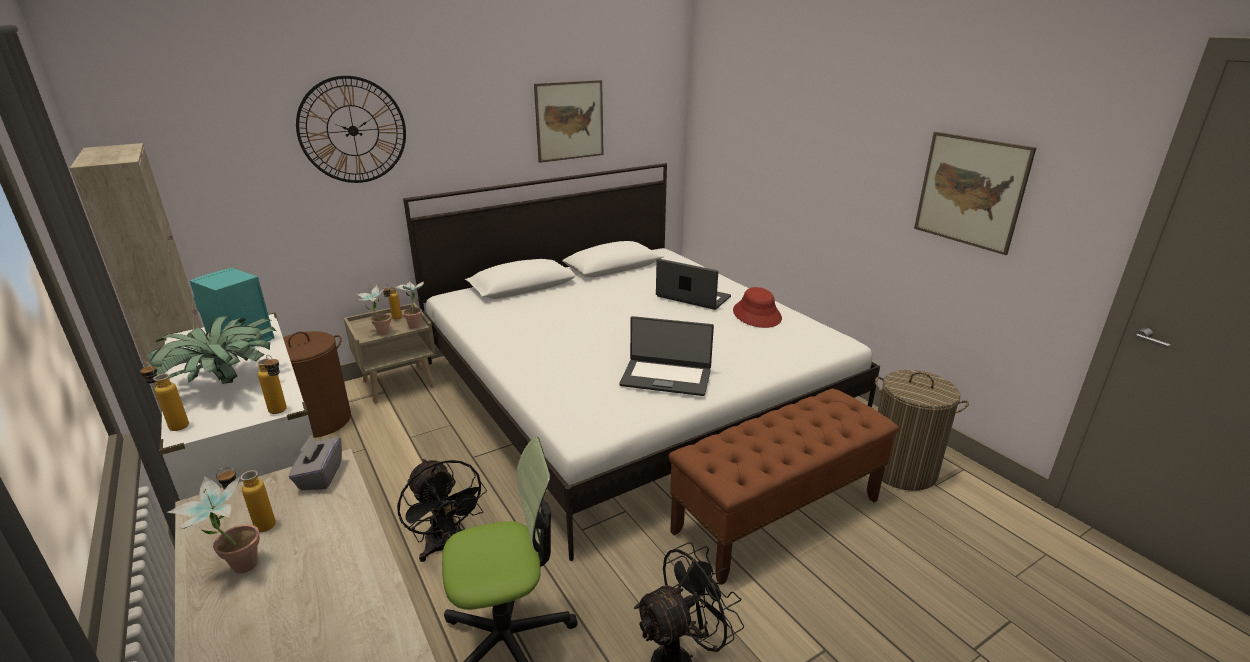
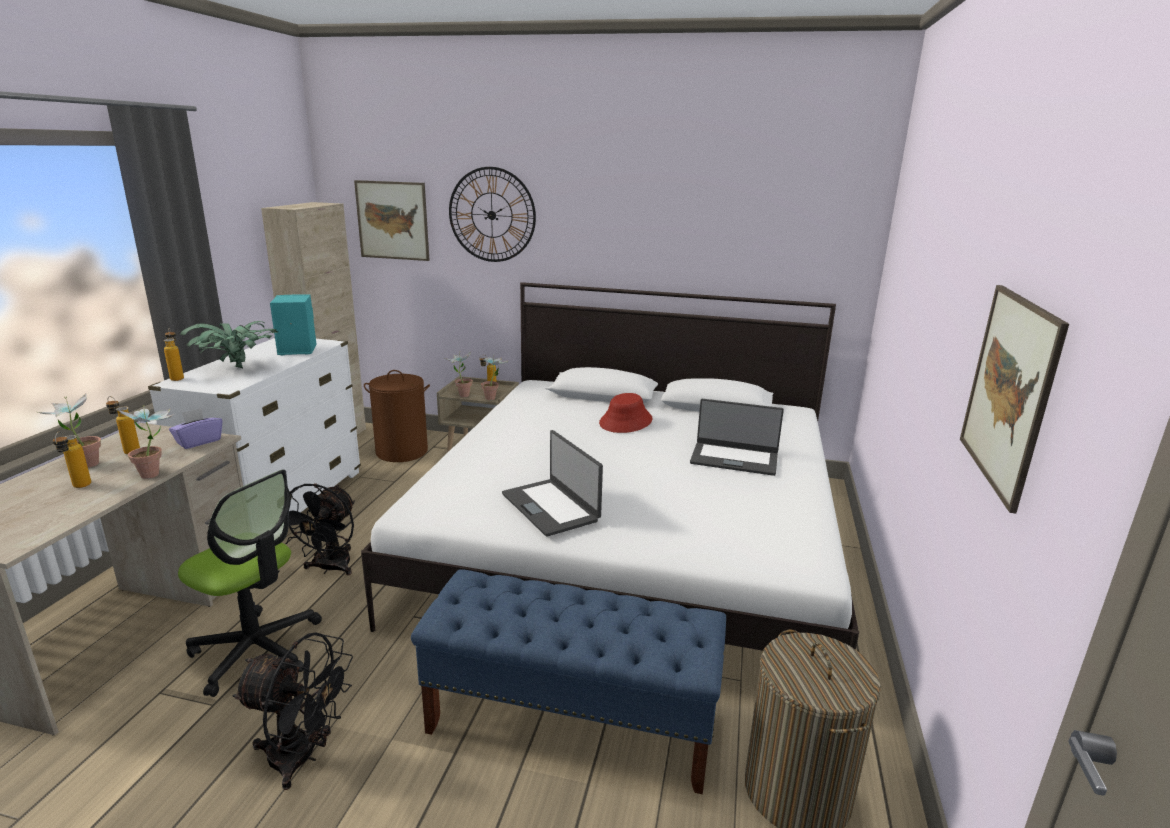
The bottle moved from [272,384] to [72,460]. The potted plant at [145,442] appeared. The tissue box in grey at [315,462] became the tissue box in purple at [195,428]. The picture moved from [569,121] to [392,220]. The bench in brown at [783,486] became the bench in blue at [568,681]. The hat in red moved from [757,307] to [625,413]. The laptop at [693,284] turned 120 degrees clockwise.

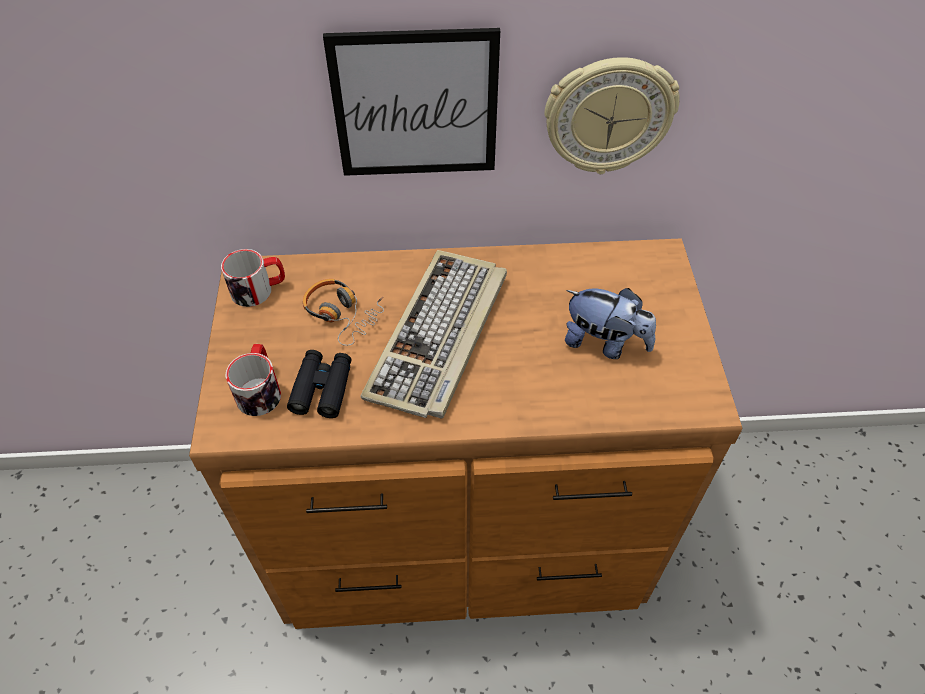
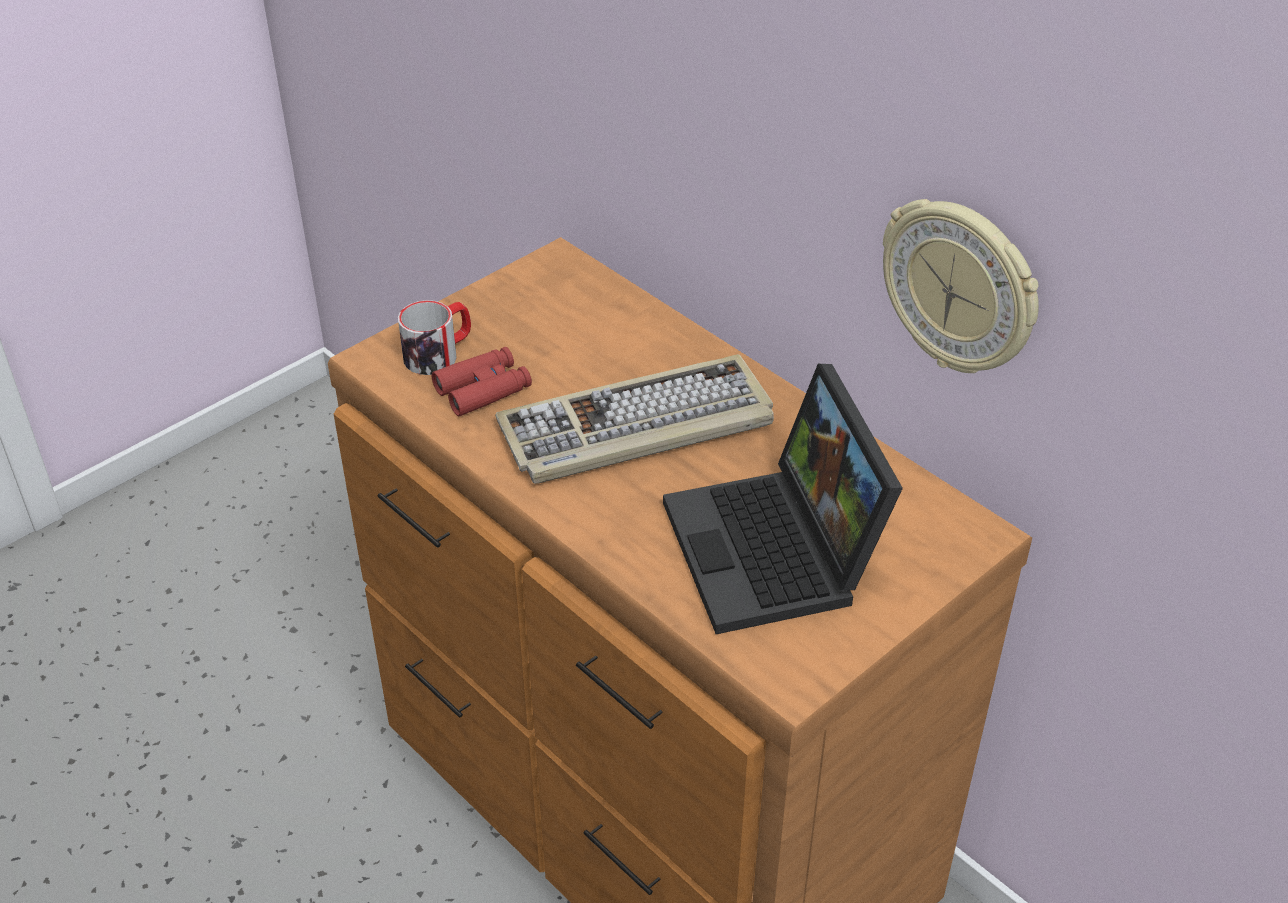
The binoculars in black at [319,384] became the binoculars in red at [482,381]. The plush toy at [610,323] was replaced by the laptop at [783,499]. The mug at [253,278] disappeared. The headphones at [343,312] disappeared. The picture at [411,102] disappeared.

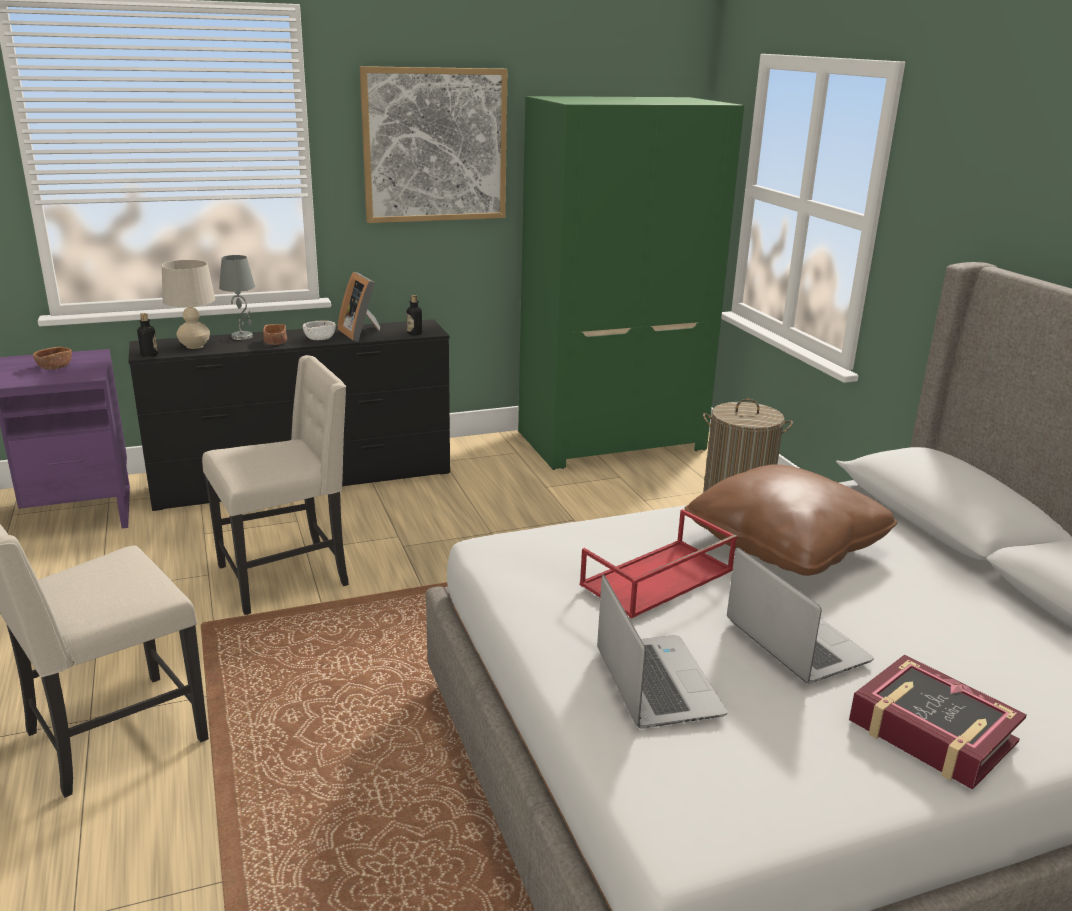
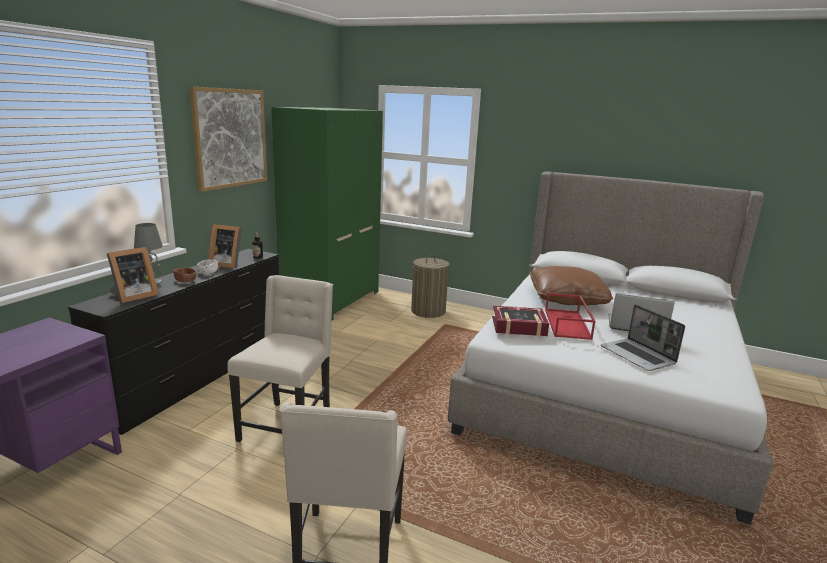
The table lamp in beige at [188,304] was replaced by the picture frame at [133,275]. The book moved from [938,722] to [520,321]. The laptop at [662,651] turned 150 degrees counterclockwise. The bowl in brown at [52,358] disappeared. The bottle at [147,335] disappeared.

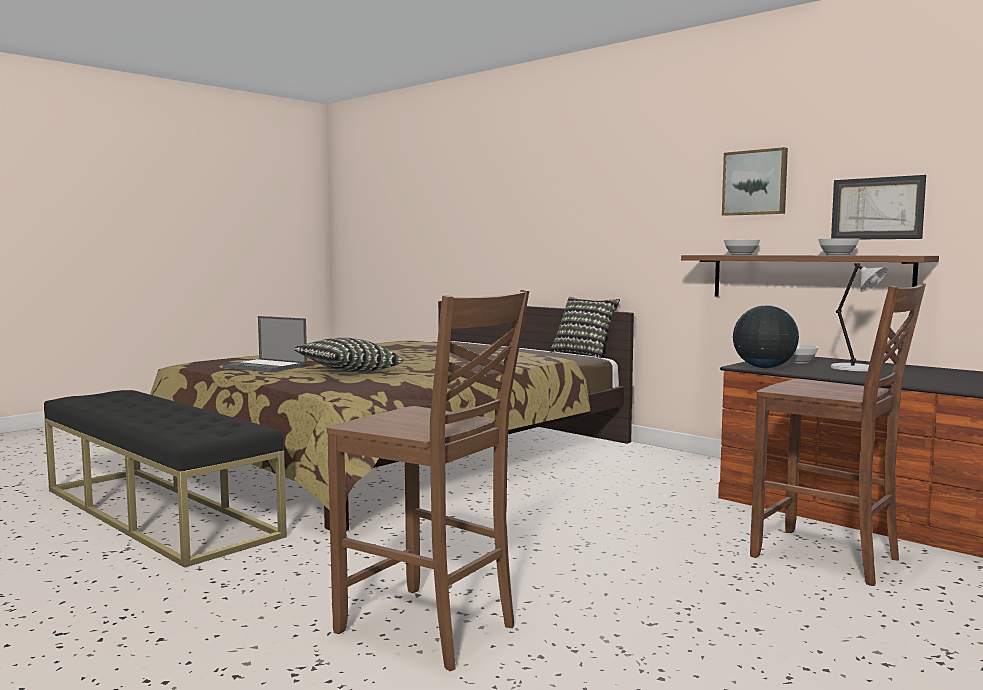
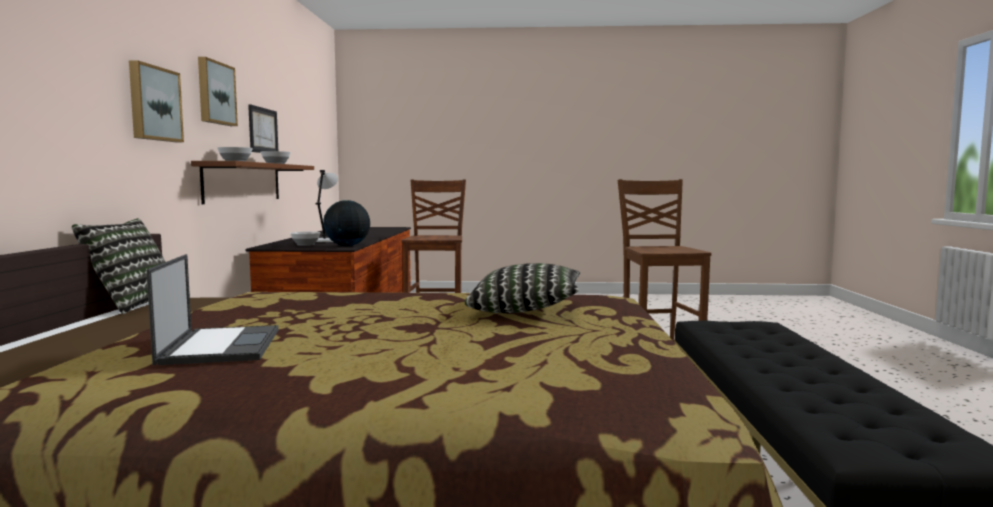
The picture at [156,101] appeared. The laptop moved from [265,344] to [212,309].

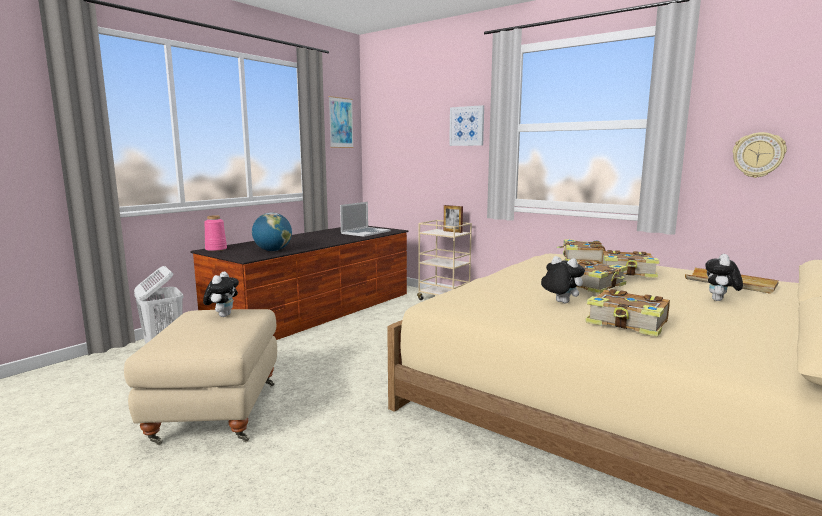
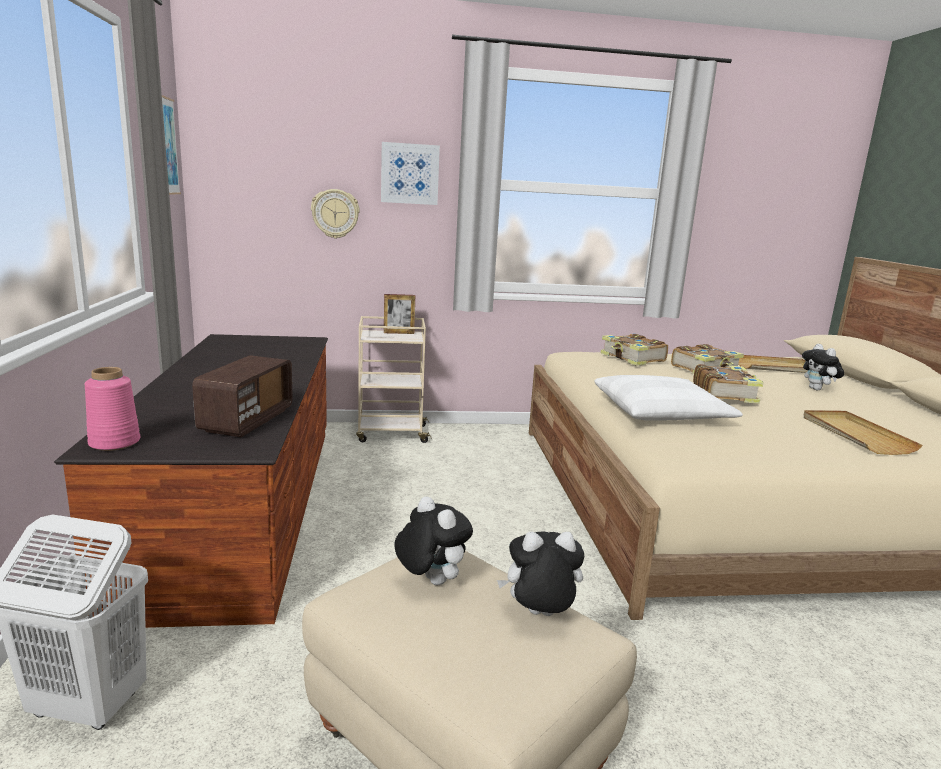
The globe at [272,232] was replaced by the radio at [242,396]. The wall clock moved from [760,155] to [335,214]. The plush toy moved from [563,279] to [540,573]. The pillow in white at [668,398] appeared. The book at [627,313] was replaced by the tray in beige at [863,432]. The laptop at [365,219] disappeared.

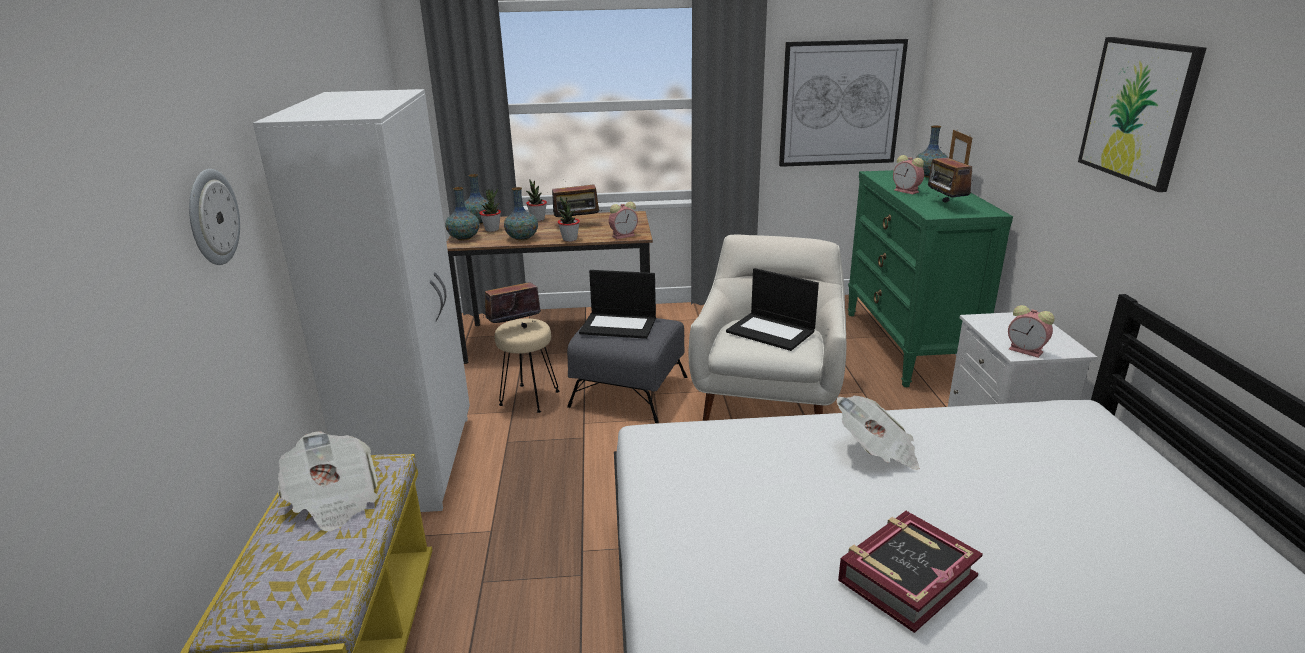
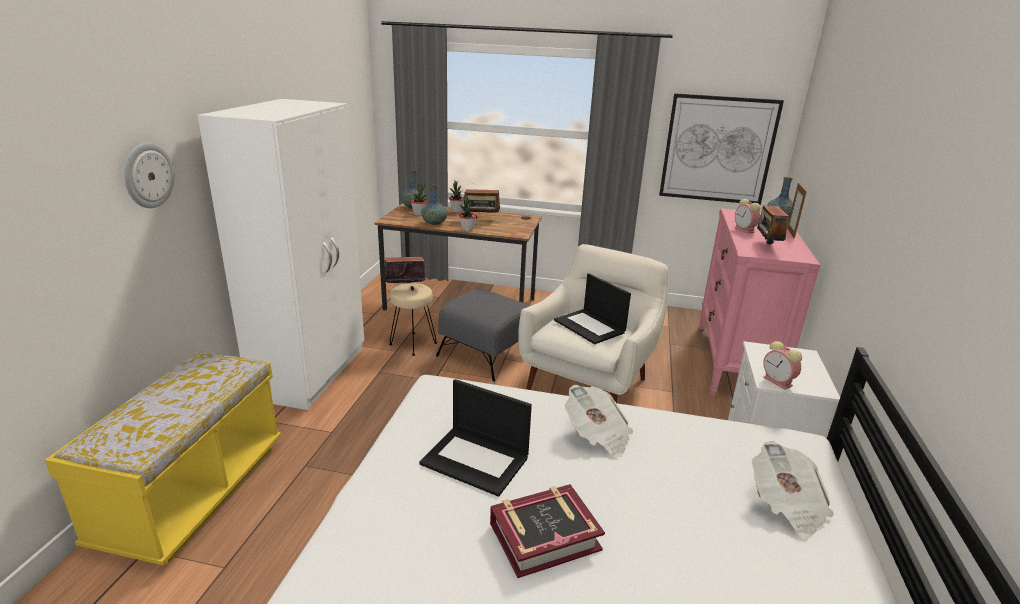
The laptop moved from [617,304] to [475,438]. The dresser in green at [930,278] became the dresser in pink at [760,302]. The newspaper moved from [327,481] to [793,489]. The vase at [462,213] disappeared. The alarm clock at [623,220] disappeared. The picture at [1142,114] disappeared.

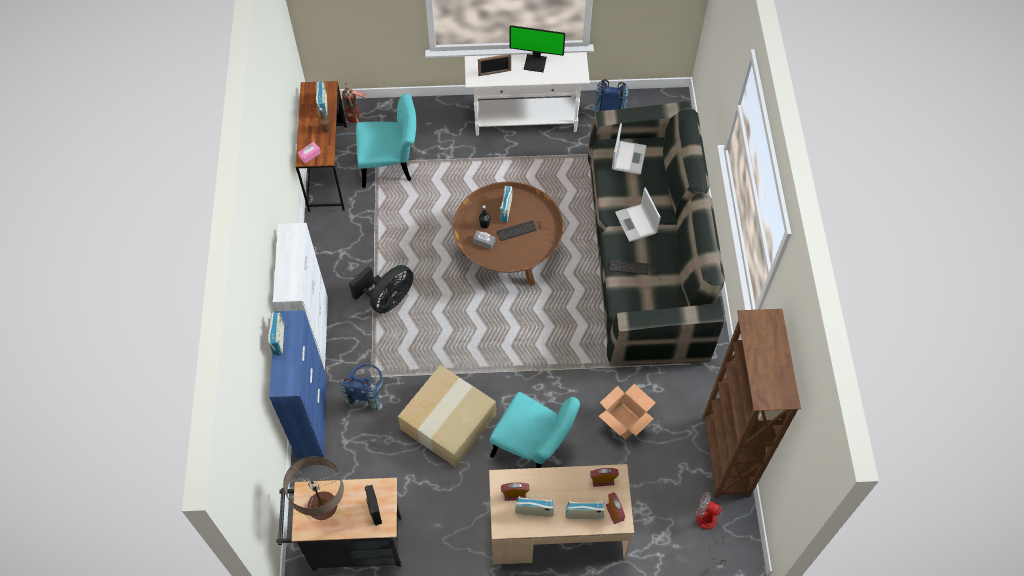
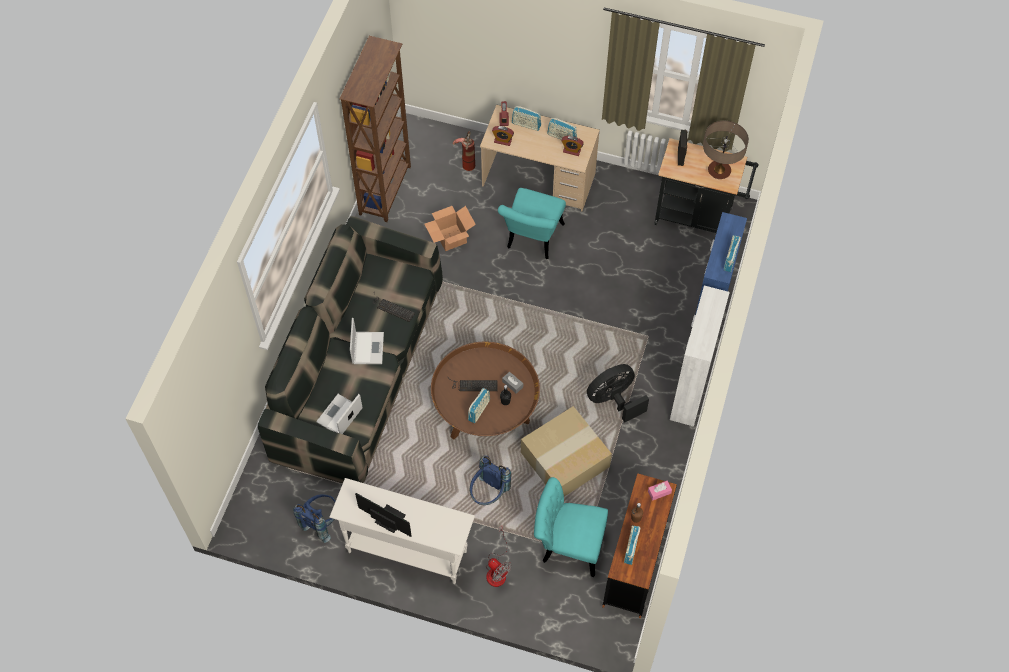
The fire extinguisher moved from [354,103] to [464,151]. The backpack in blue moved from [361,388] to [490,480]. The fan moved from [712,528] to [499,556]. The chair in turquoise at [535,430] turned 120 degrees counterclockwise. The cardboard box moved from [447,416] to [566,451]. The picture frame at [494,65] disappeared.

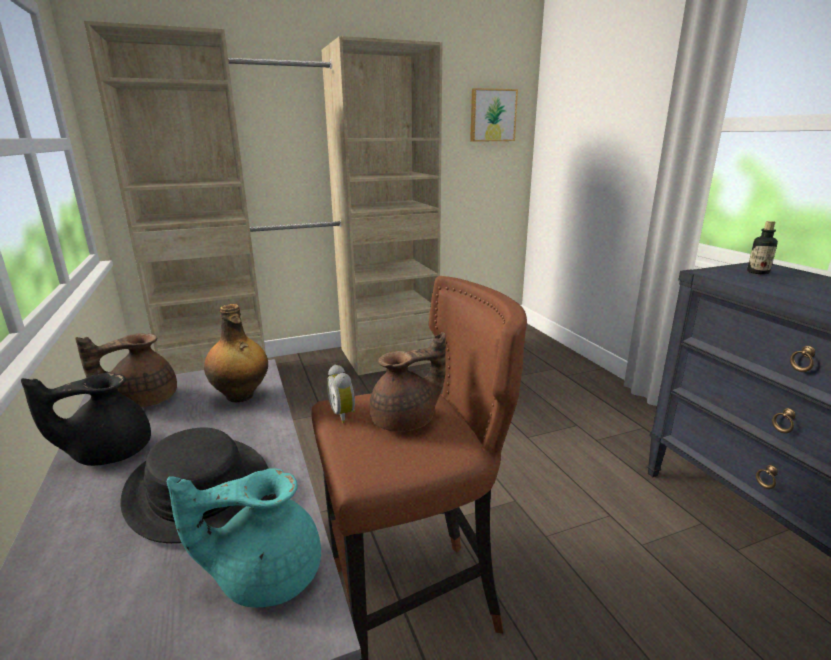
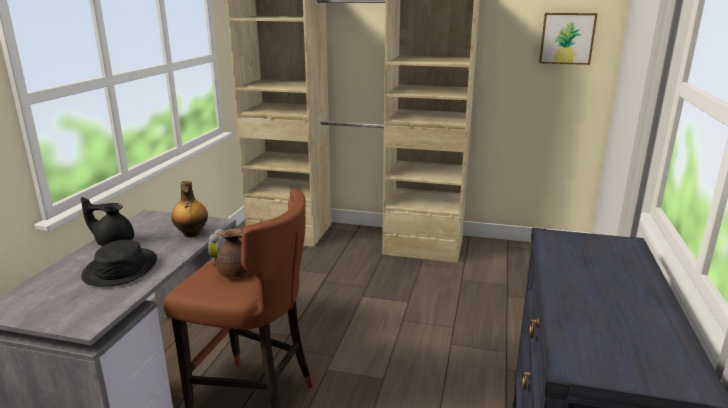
The teapot in brown at [126,370] disappeared. The teapot in turquoise at [244,538] disappeared. The bottle at [762,247] disappeared.

